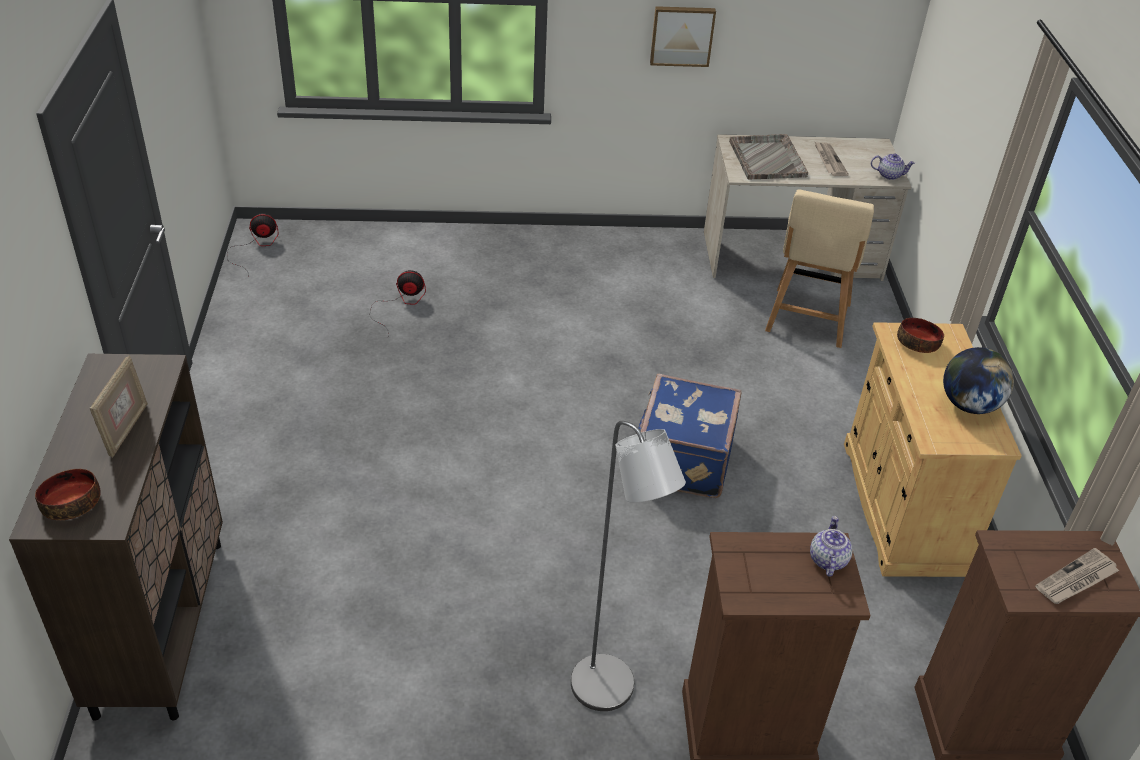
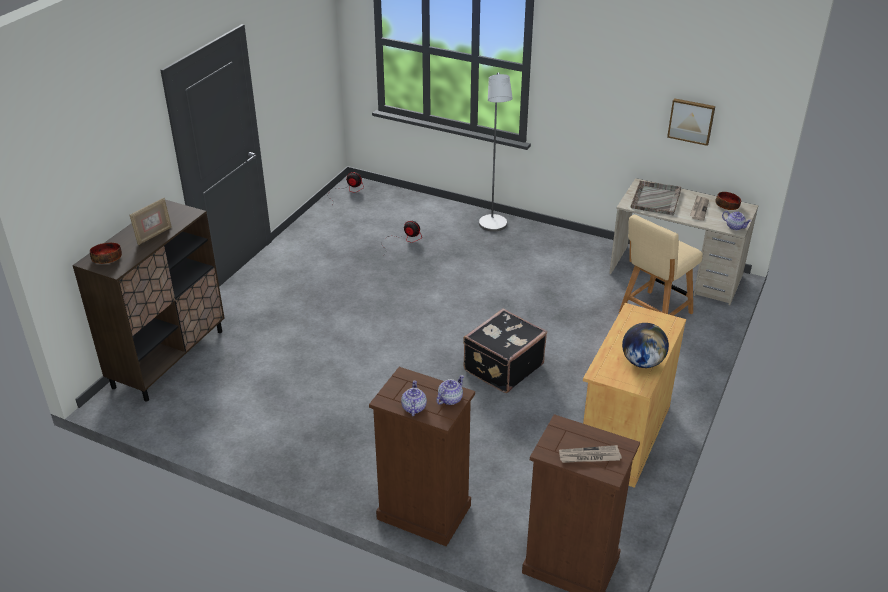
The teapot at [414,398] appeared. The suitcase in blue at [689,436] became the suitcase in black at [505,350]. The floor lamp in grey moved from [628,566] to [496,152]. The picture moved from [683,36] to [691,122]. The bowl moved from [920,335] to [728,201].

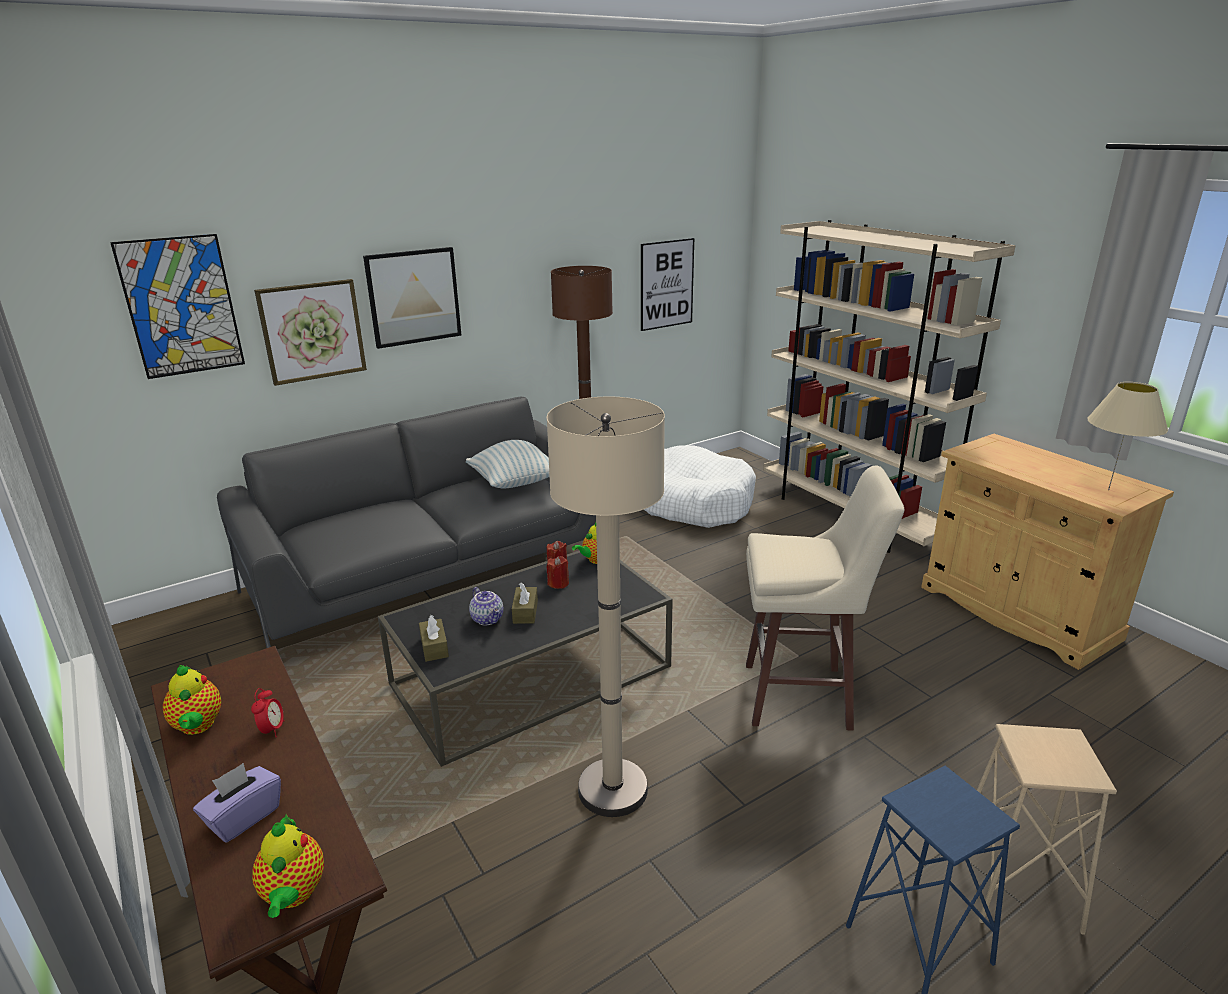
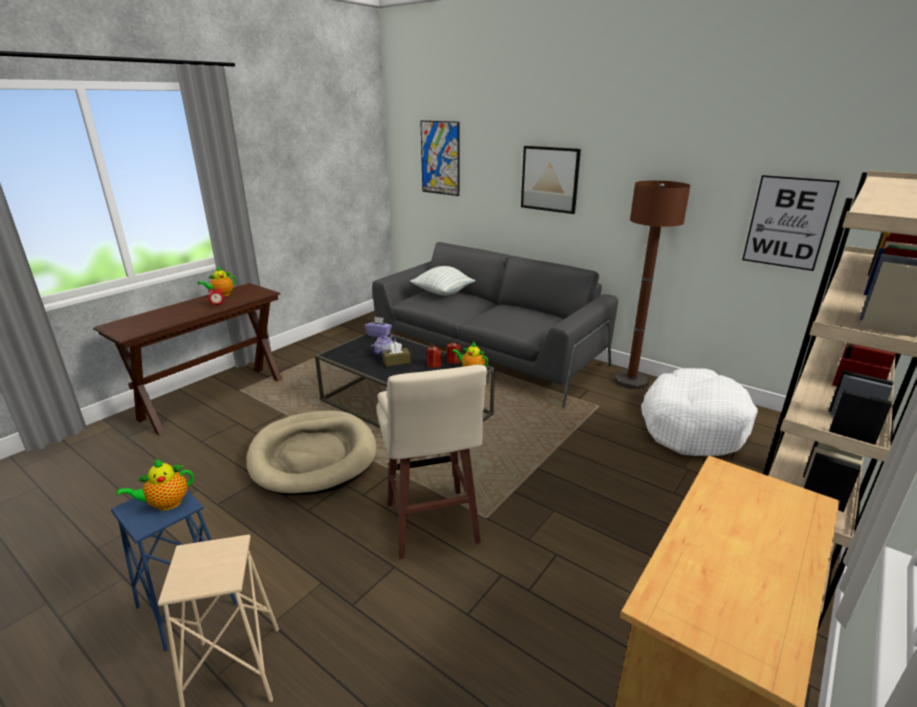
The teapot moved from [288,866] to [155,485]. The floor lamp in beige at [606,607] was replaced by the dog bed in beige at [311,453]. The tissue box in purple moved from [237,802] to [378,327]. The pillow moved from [508,464] to [442,280]. The picture at [310,332] disappeared. The tissue box in brown at [434,638] disappeared. The table lamp in beige at [1127,436] disappeared.

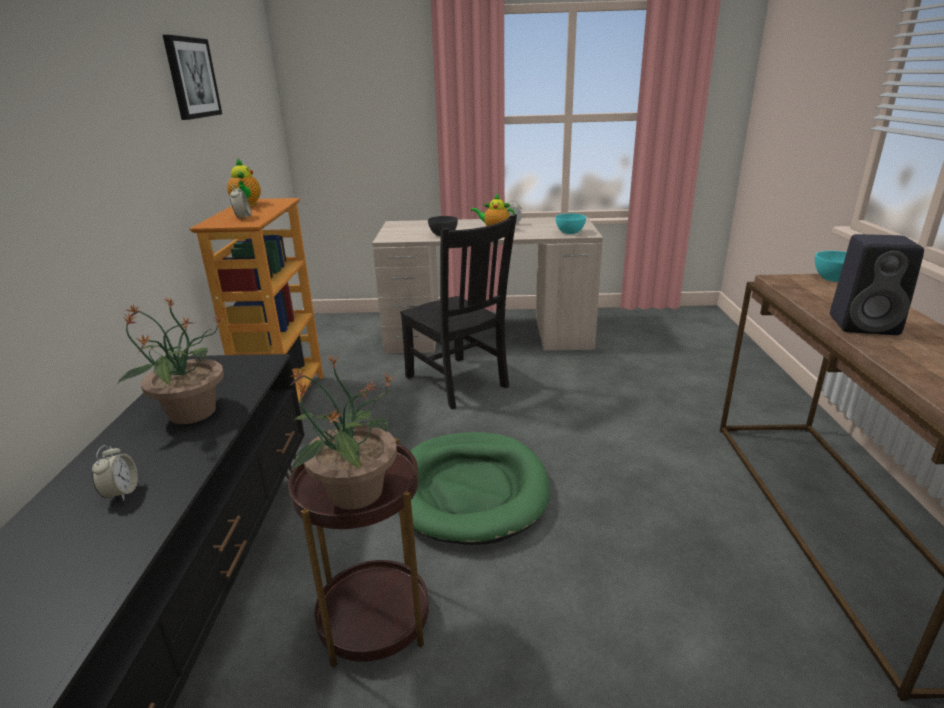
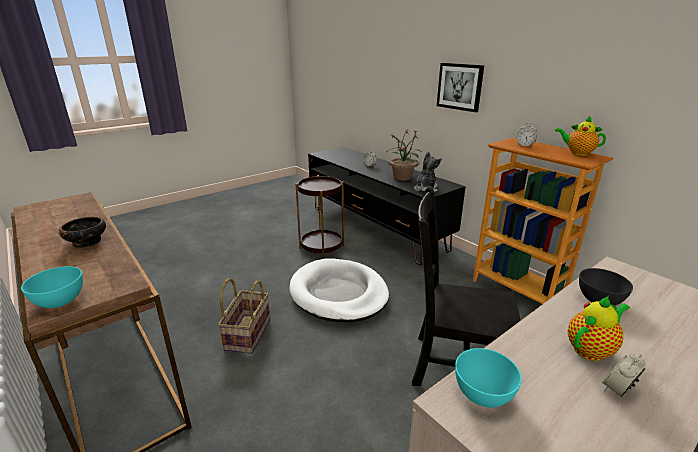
The speaker in black at [877,284] was replaced by the bowl at [82,232]. The basket at [244,316] appeared. The dog bed in green at [474,488] became the dog bed in white at [339,290]. The plush toy at [428,172] appeared. The picture moved from [192,77] to [460,87]. The potted plant at [343,432] disappeared.

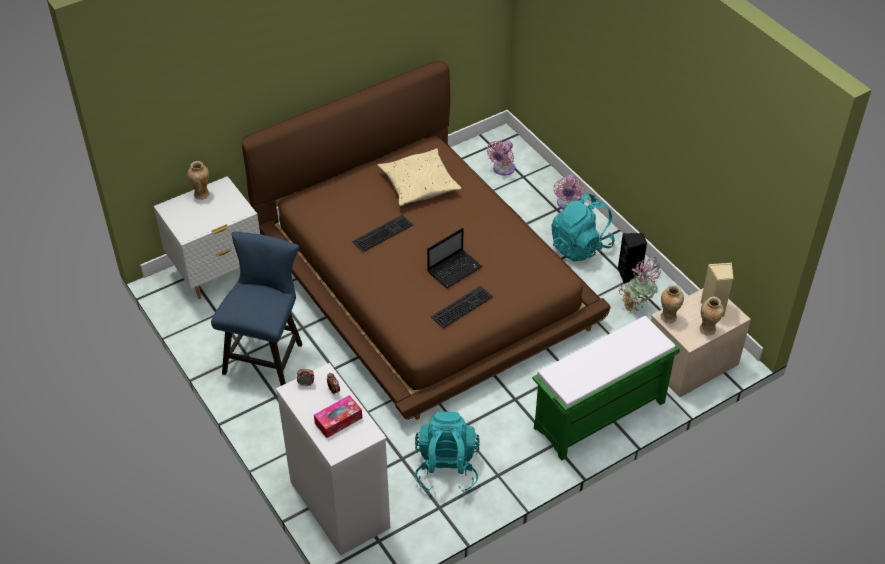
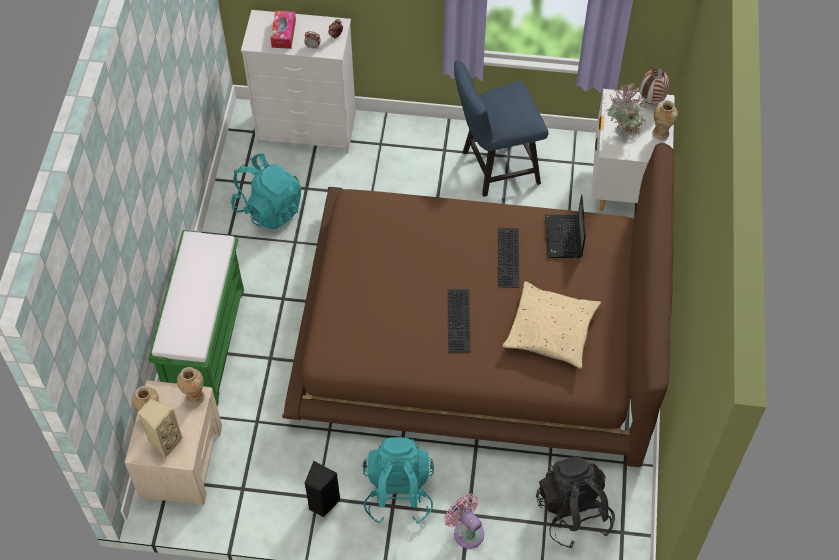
The keyboard moved from [462,307] to [459,320]. The chair in blue at [256,309] turned 105 degrees clockwise. The fan in pink at [501,158] was replaced by the backpack in black at [575,502]. The laptop moved from [455,258] to [565,226]. The potted plant moved from [640,285] to [626,109]. The vase at [654,85] appeared.

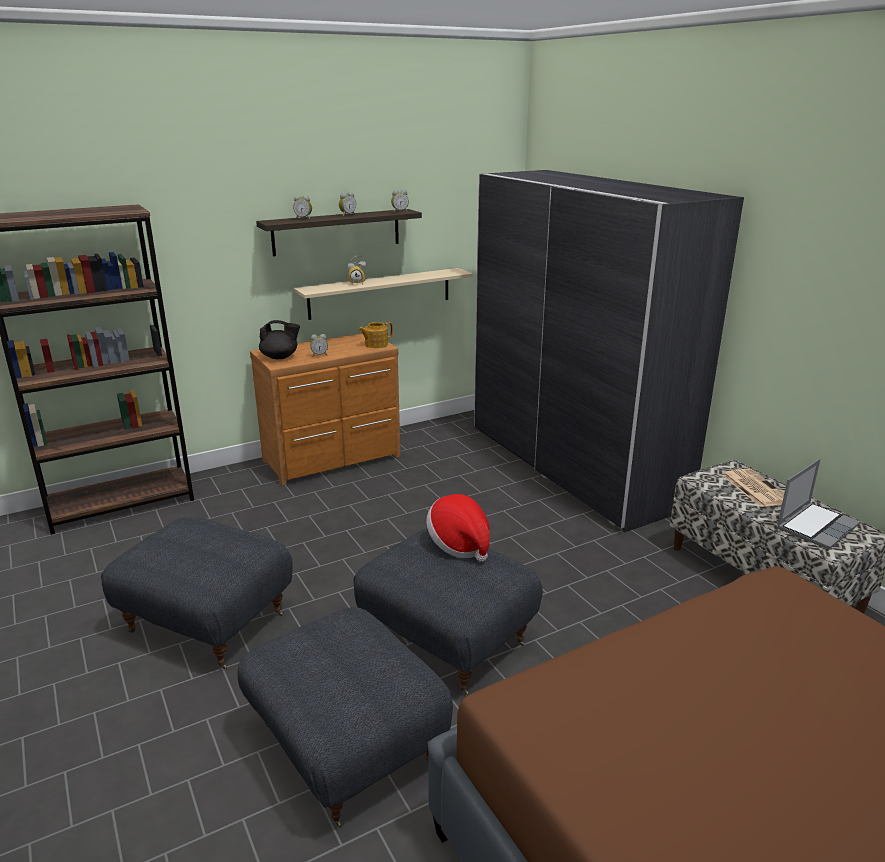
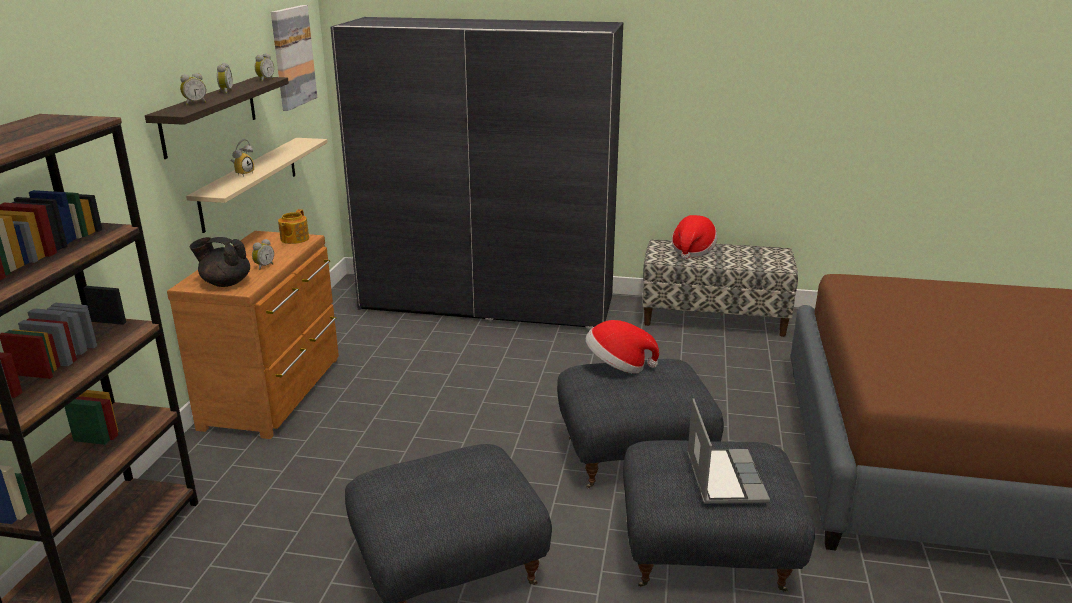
The teapot in black at [279,339] turned 120 degrees counterclockwise. The picture at [294,58] appeared. The newspaper at [753,487] was replaced by the hat at [694,237]. The laptop moved from [818,504] to [728,451].

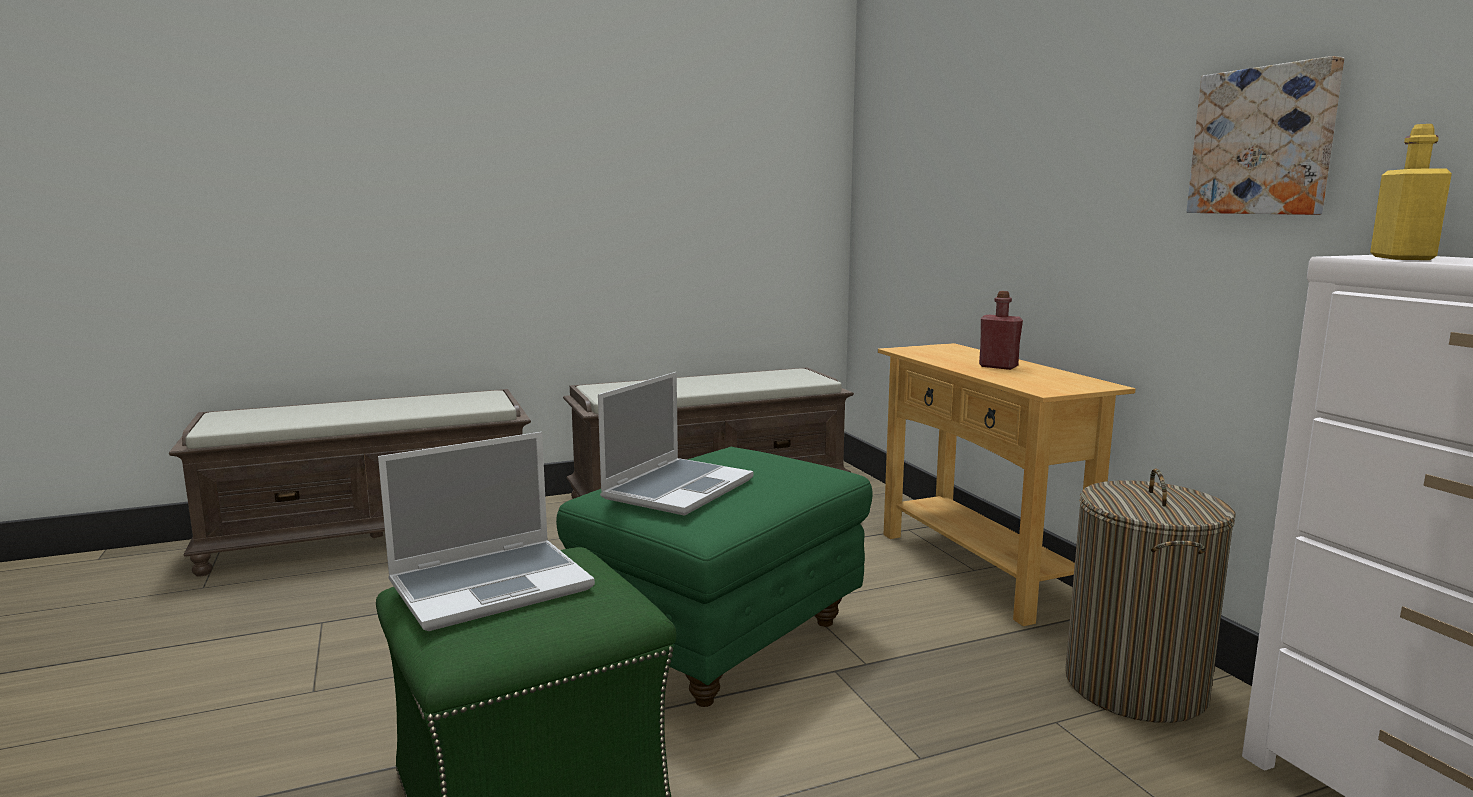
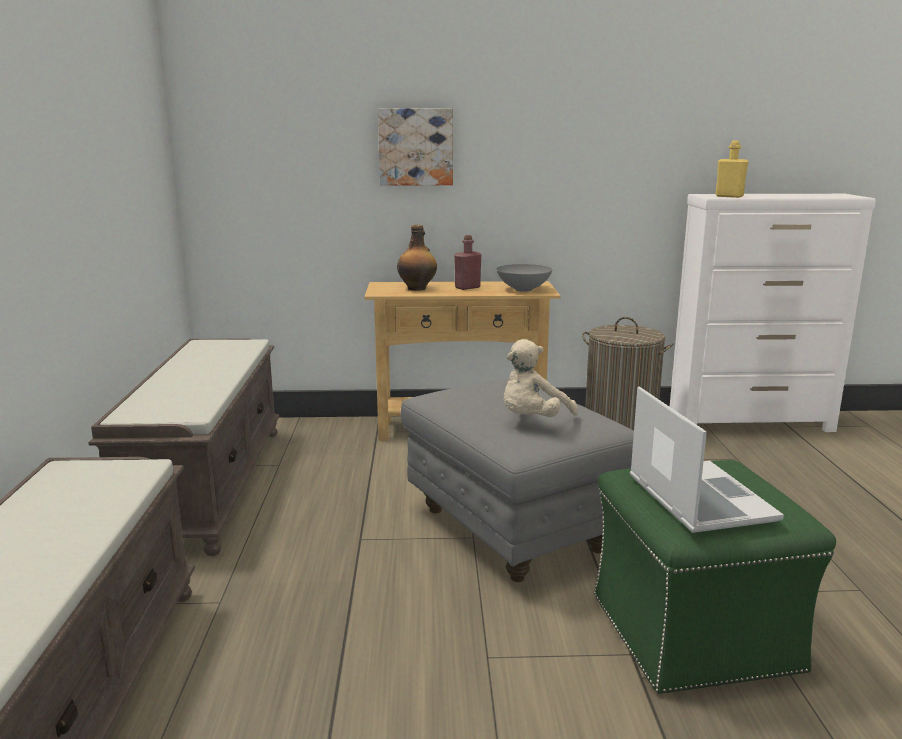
The picture moved from [1265,135] to [415,147]. The bottle at [417,258] appeared. The ottoman in green at [714,577] became the ottoman in grey at [517,480]. The bowl in grey at [524,278] appeared. The laptop at [675,444] was replaced by the plush toy in beige at [541,378].

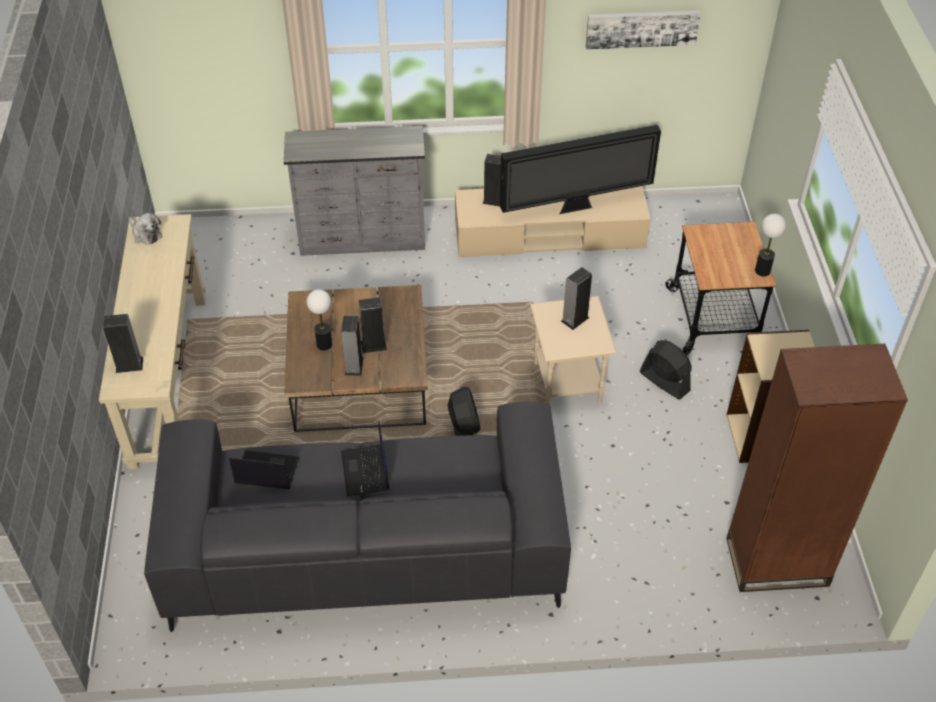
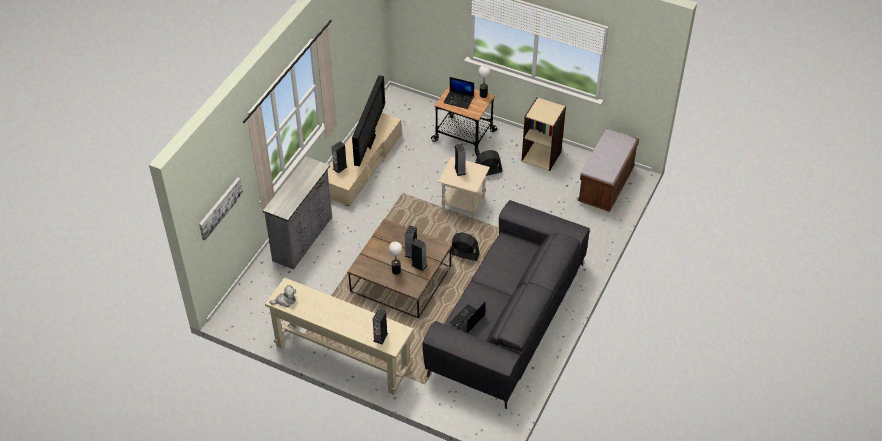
The picture moved from [643,30] to [221,208]. The laptop moved from [365,458] to [458,93]. The bookcase in brown at [817,468] was replaced by the bench in brown at [608,170].

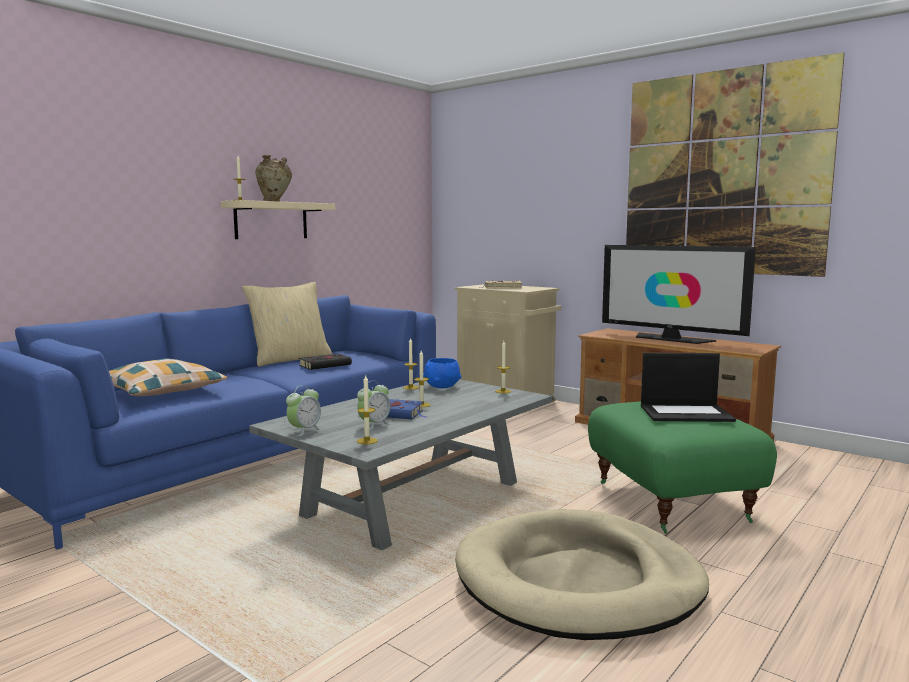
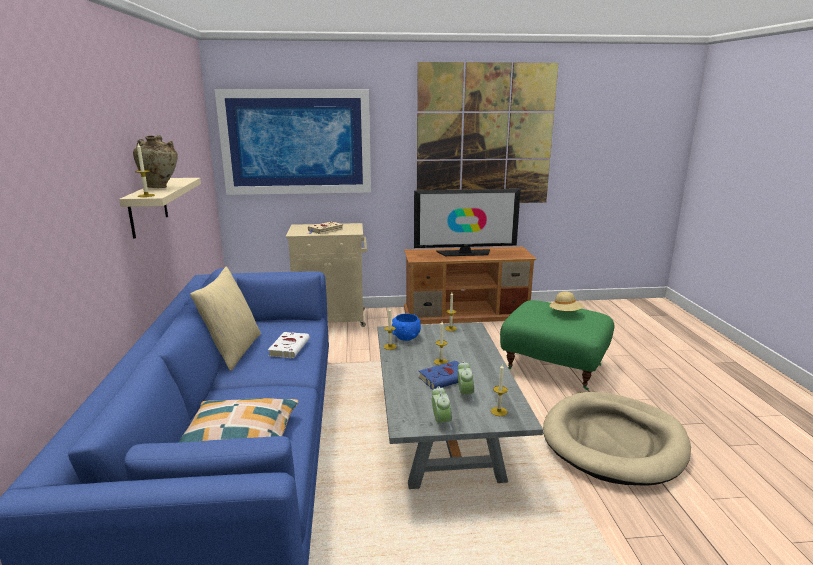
The picture at [293,142] appeared. The book in black at [326,362] became the book in white at [289,345]. The laptop at [688,387] was replaced by the hat in beige at [566,301].

